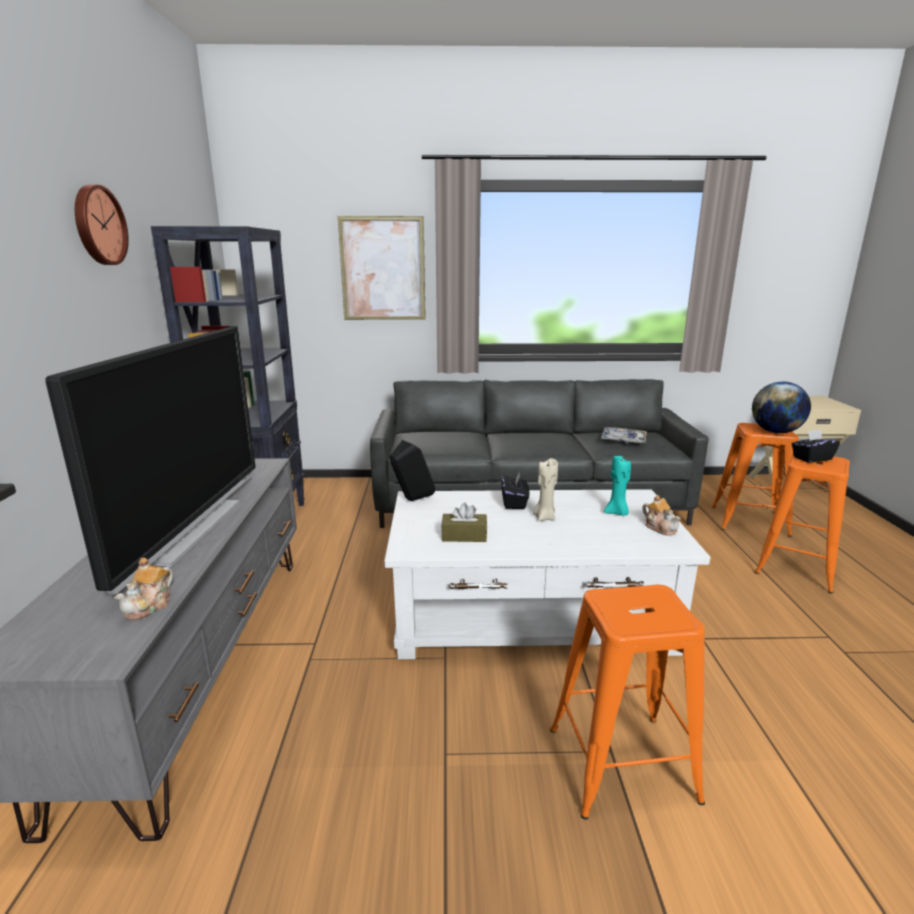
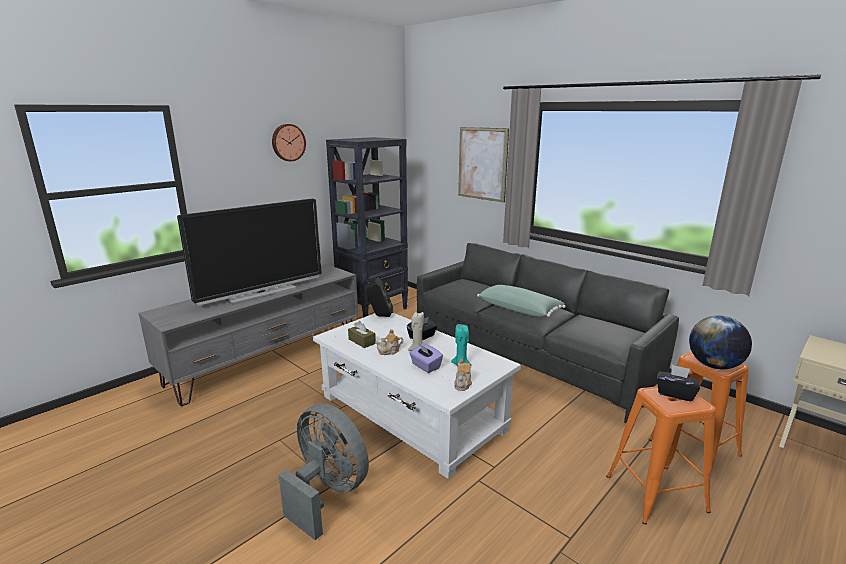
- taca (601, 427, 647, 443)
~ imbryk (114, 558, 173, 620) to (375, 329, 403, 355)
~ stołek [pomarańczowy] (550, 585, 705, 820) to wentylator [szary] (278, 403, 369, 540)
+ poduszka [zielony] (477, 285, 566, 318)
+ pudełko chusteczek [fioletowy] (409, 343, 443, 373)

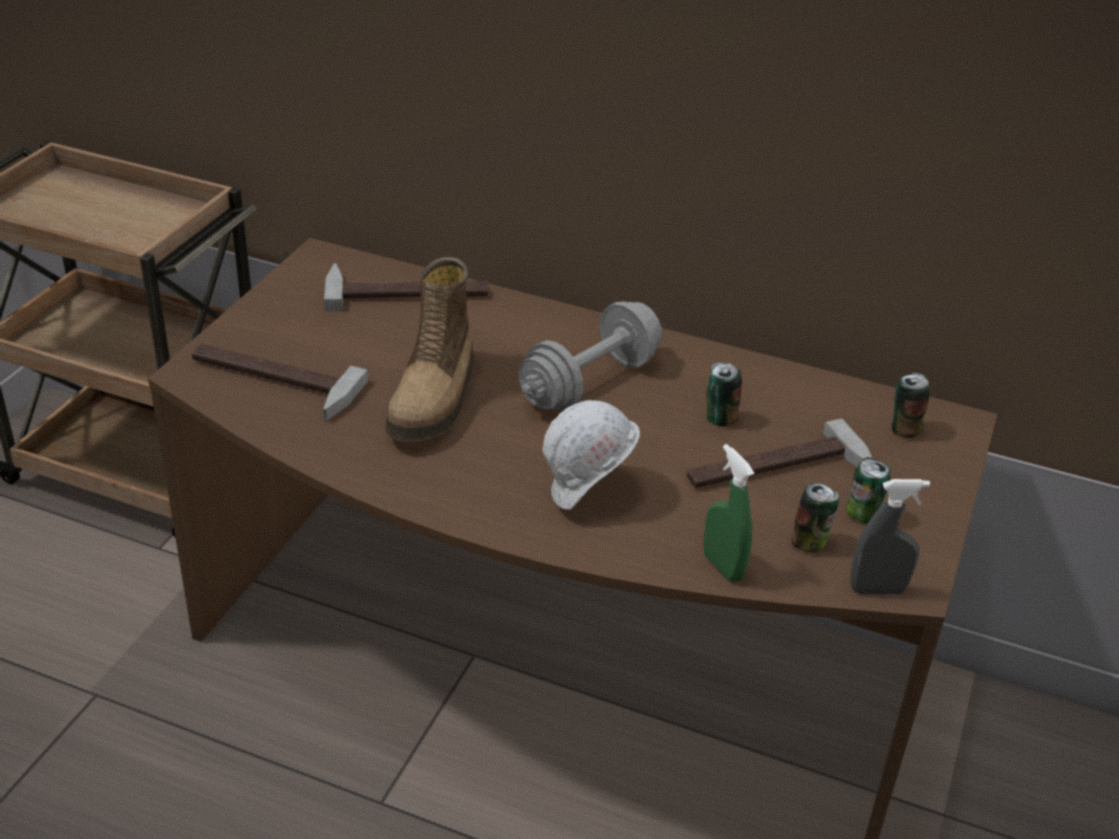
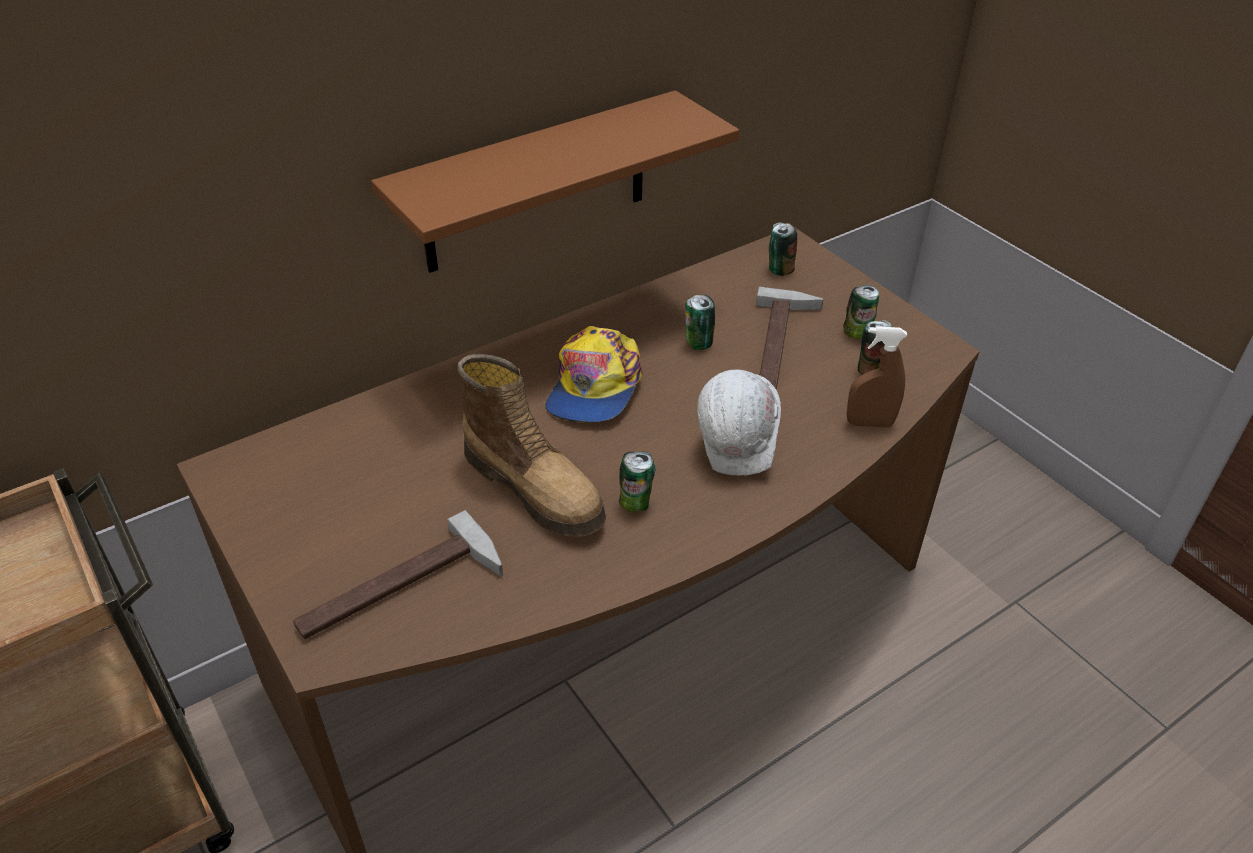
- młotek (324, 263, 489, 311)
~ hantel [szary] (518, 301, 662, 410) to czapka z daszkiem (545, 326, 643, 422)
~ spryskiwacz [zielony] (703, 444, 754, 582) to spryskiwacz [brązowy] (847, 326, 907, 427)
- spryskiwacz [szary] (850, 479, 930, 594)
+ półka [brązowy] (371, 90, 739, 273)
+ puszka (619, 451, 655, 512)

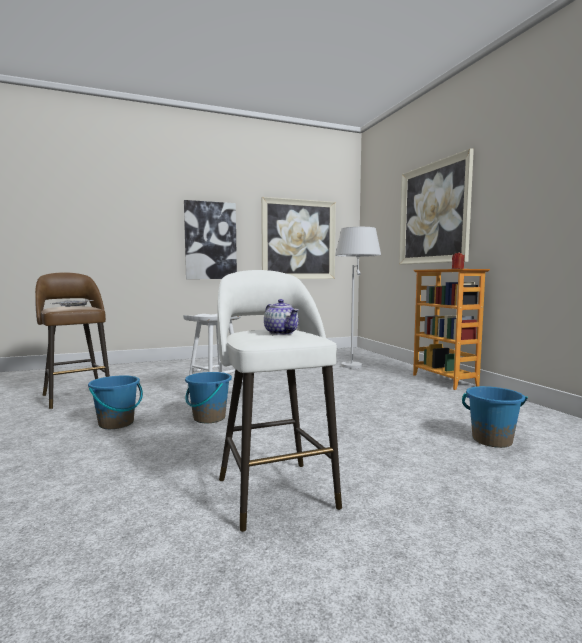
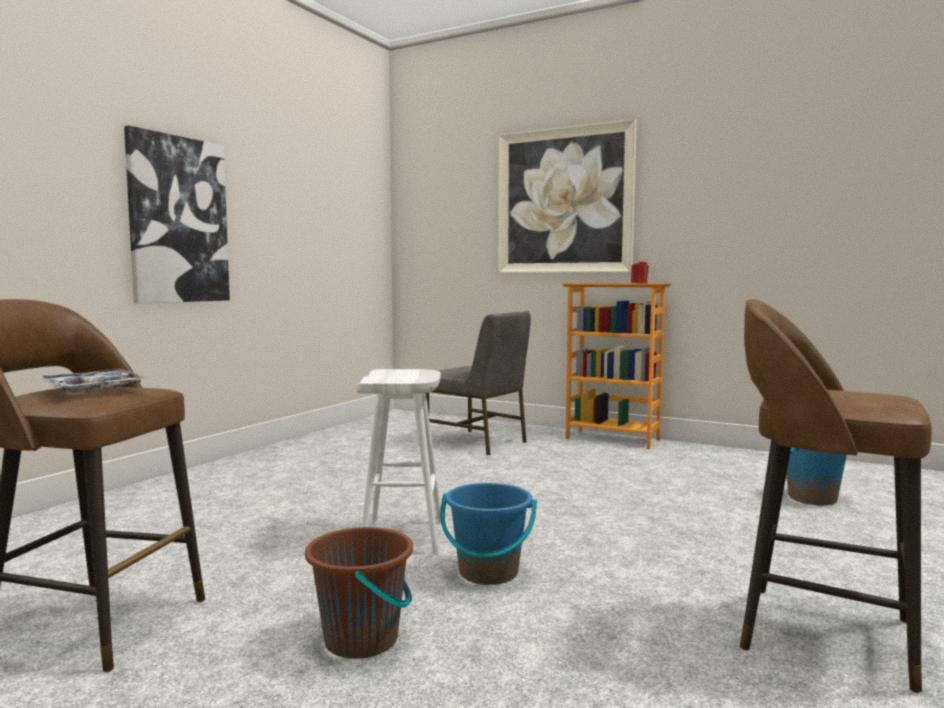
- obraz (261, 197, 336, 279)
~ lampa stojąca [biały] (335, 227, 381, 368) to krzesło [szary] (426, 311, 531, 455)
~ stołek [biały] (217, 270, 342, 532) to stołek [brązowy] (740, 299, 932, 693)
- imbryk (264, 299, 299, 335)
~ wiadro [niebieski] (88, 375, 143, 429) to wiadro [brązowy] (305, 527, 413, 659)

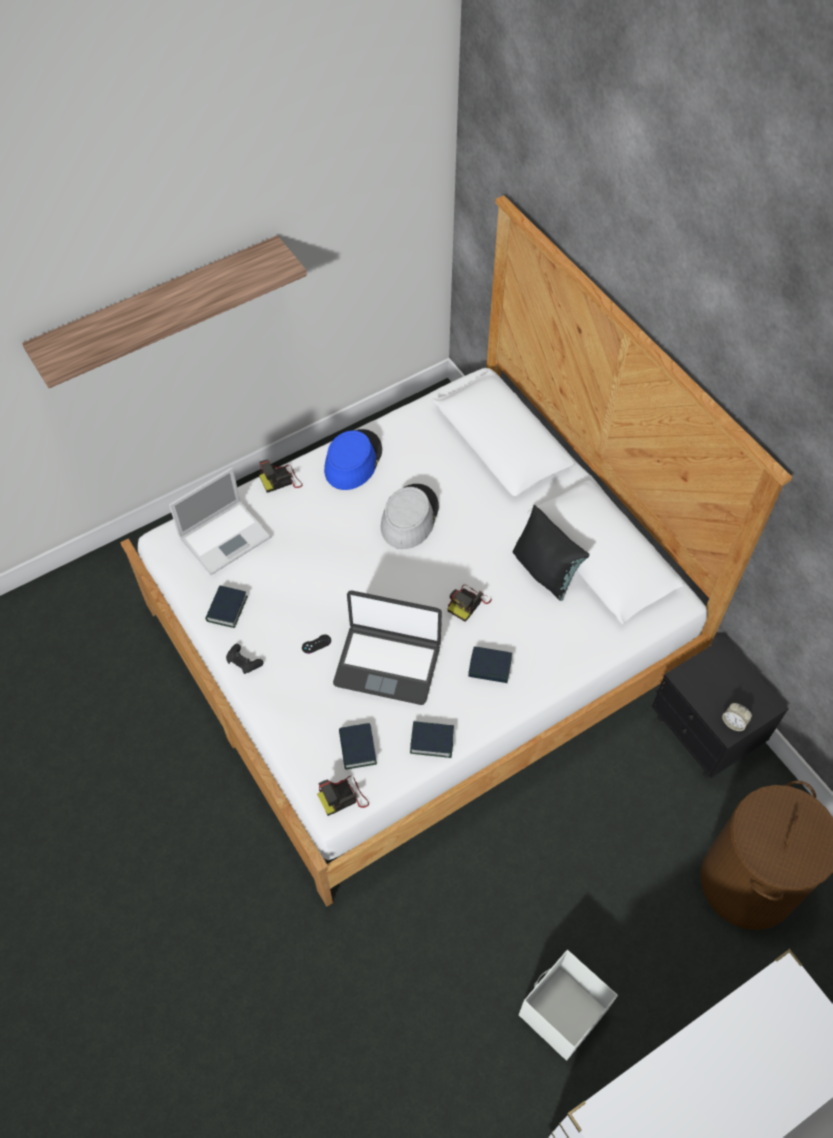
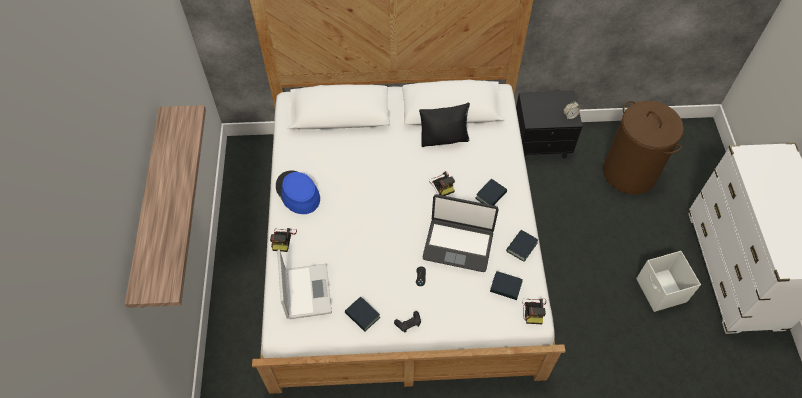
- kapelusz [szary] (381, 484, 439, 549)
~ laptop (333, 591, 442, 705) = (422, 194, 499, 272) 60 degrees clockwise

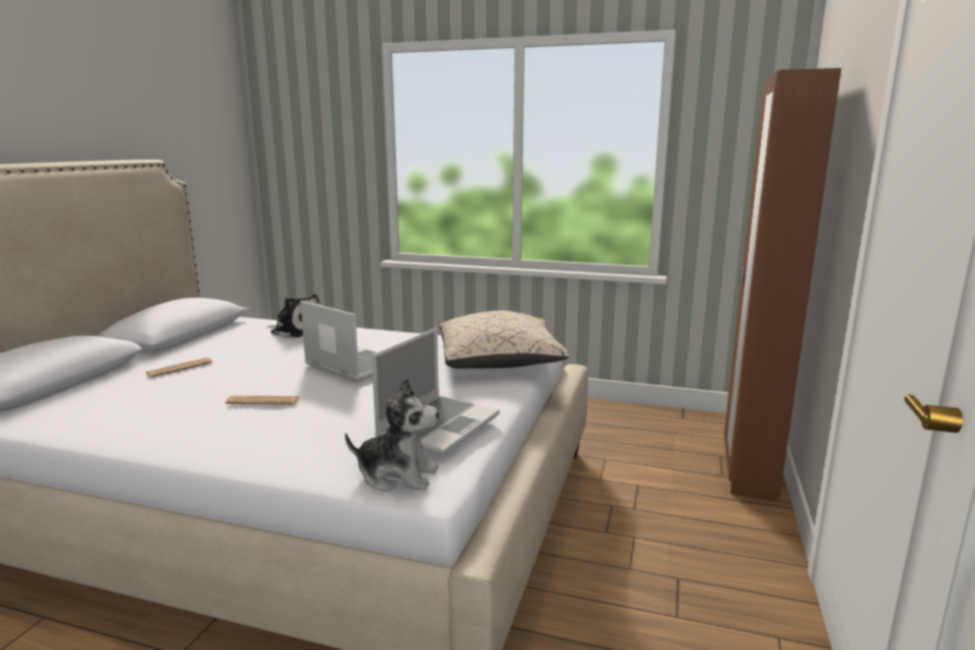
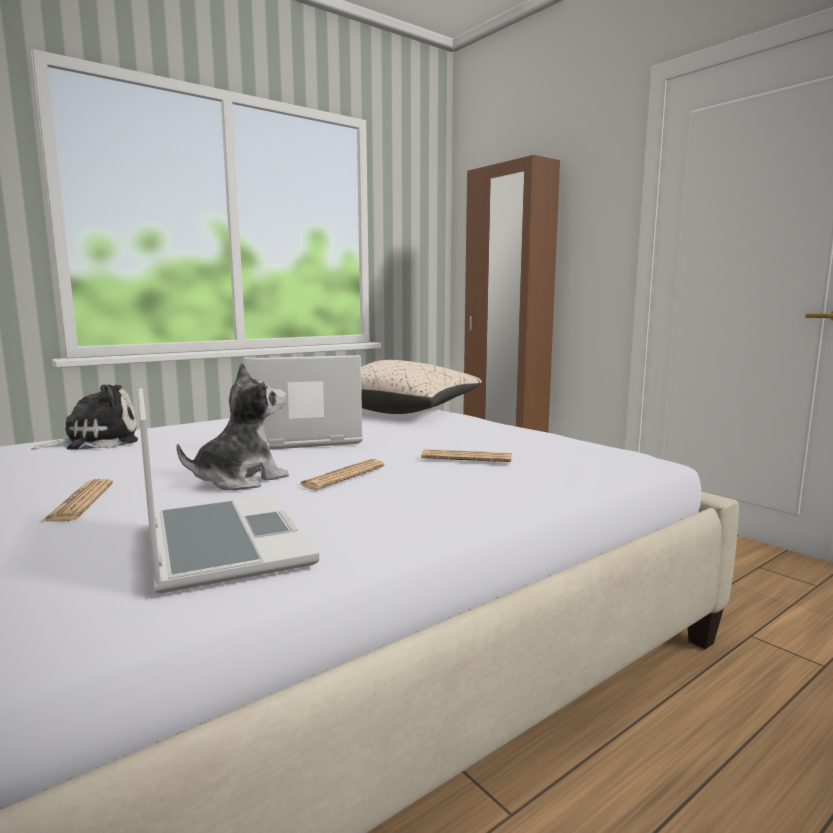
~ laptop (372, 327, 500, 456) to (138, 388, 319, 594)
~ pluszak (345, 378, 439, 492) to (177, 362, 289, 490)
+ gazeta (421, 449, 512, 462)

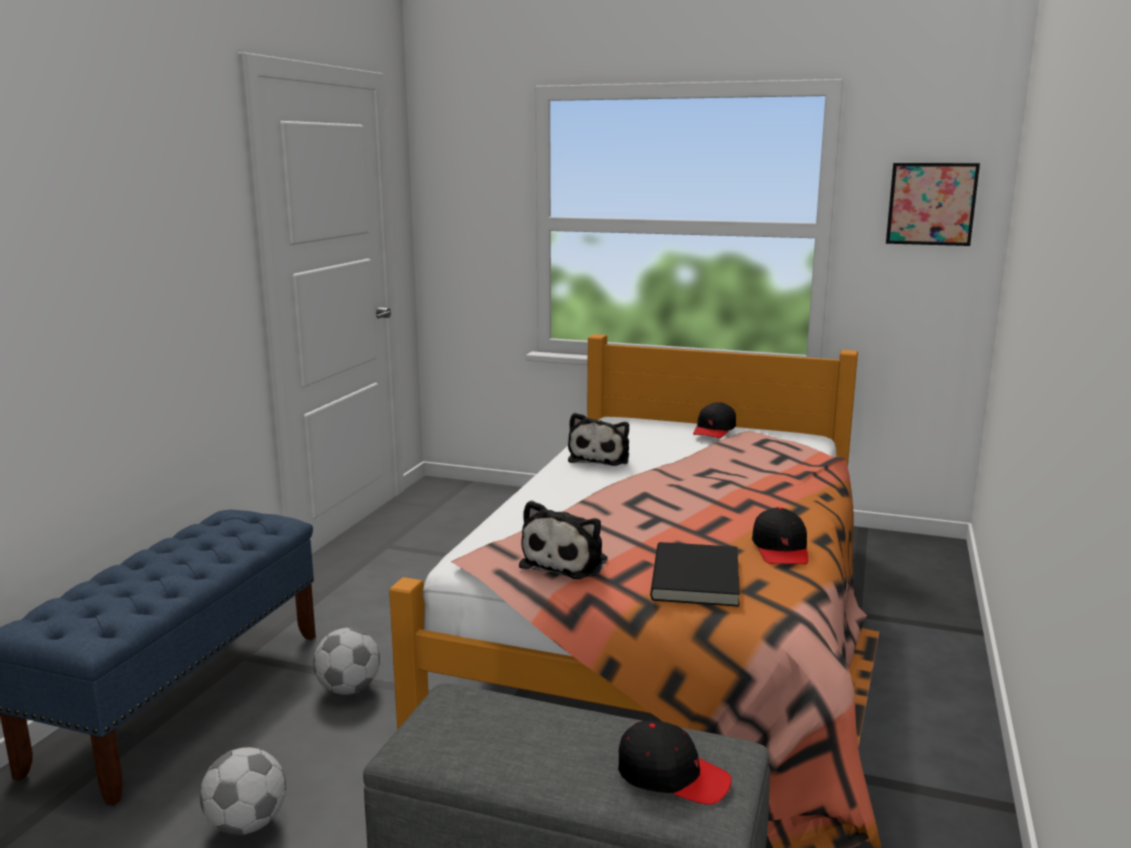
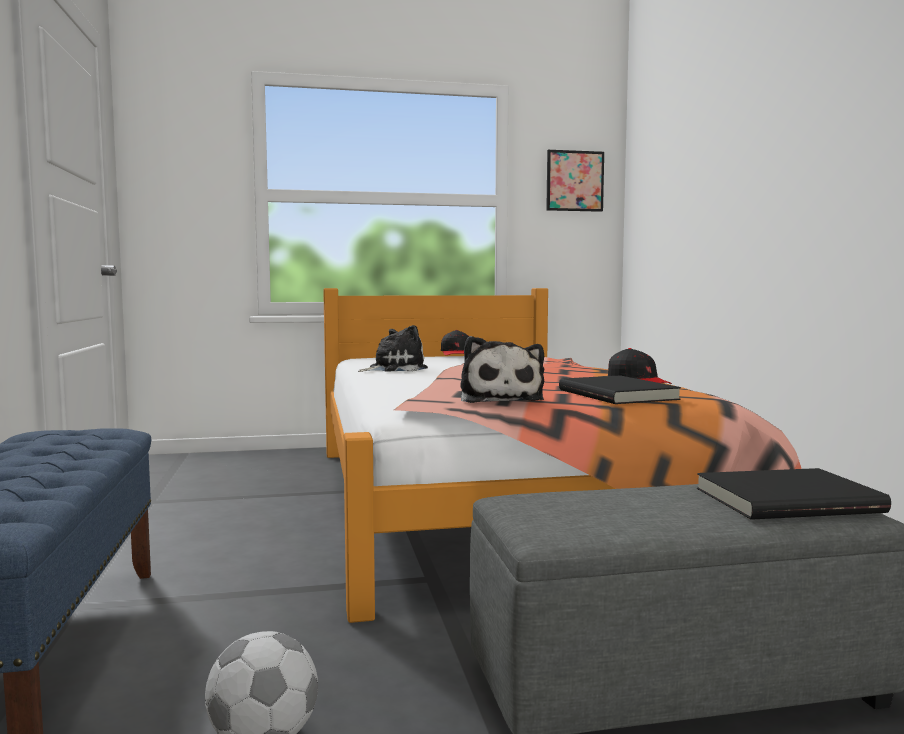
~ pluszak (568, 413, 629, 466) = (358, 325, 428, 372) 105 degrees counterclockwise
- piłka futbolowa (313, 628, 380, 695)
~ czapka z daszkiem [czarny] (618, 720, 732, 805) to książka [czarny] (697, 468, 891, 520)

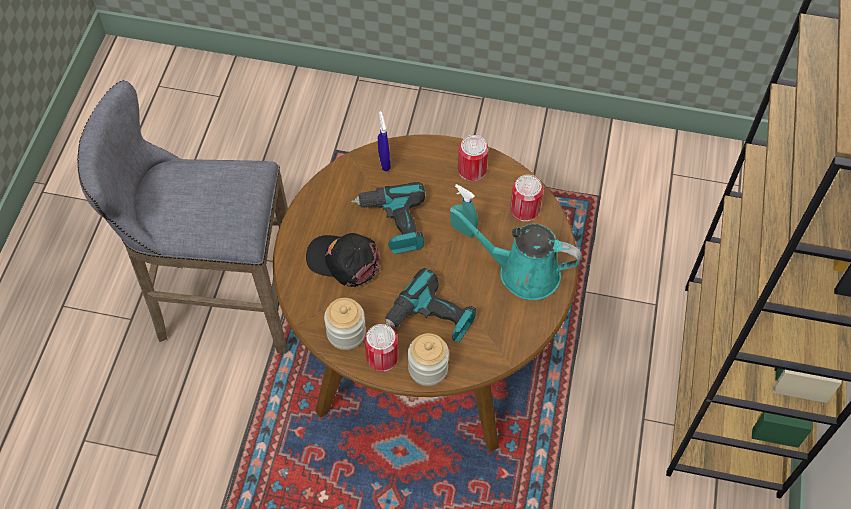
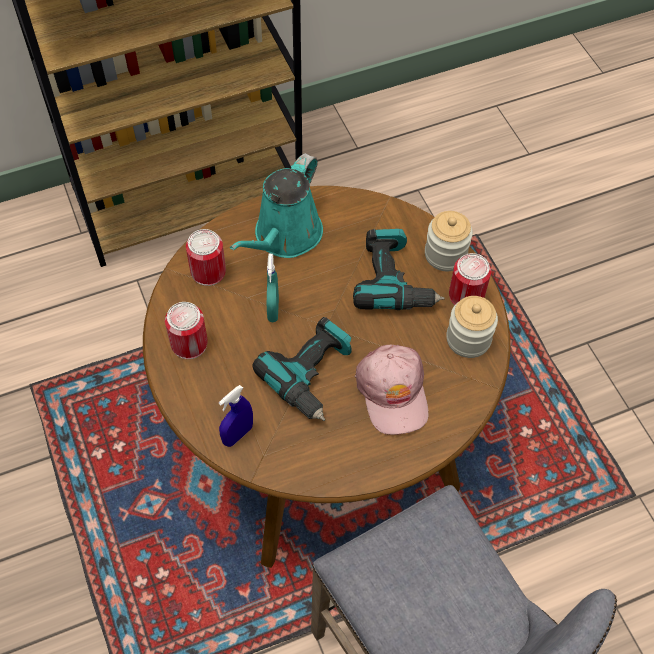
~ konewka [turkusowy] (450, 207, 582, 300) = (230, 153, 323, 258) 45 degrees clockwise
~ czapka z daszkiem [czarny] (306, 233, 381, 287) to czapka z daszkiem [różowy] (355, 345, 429, 435)

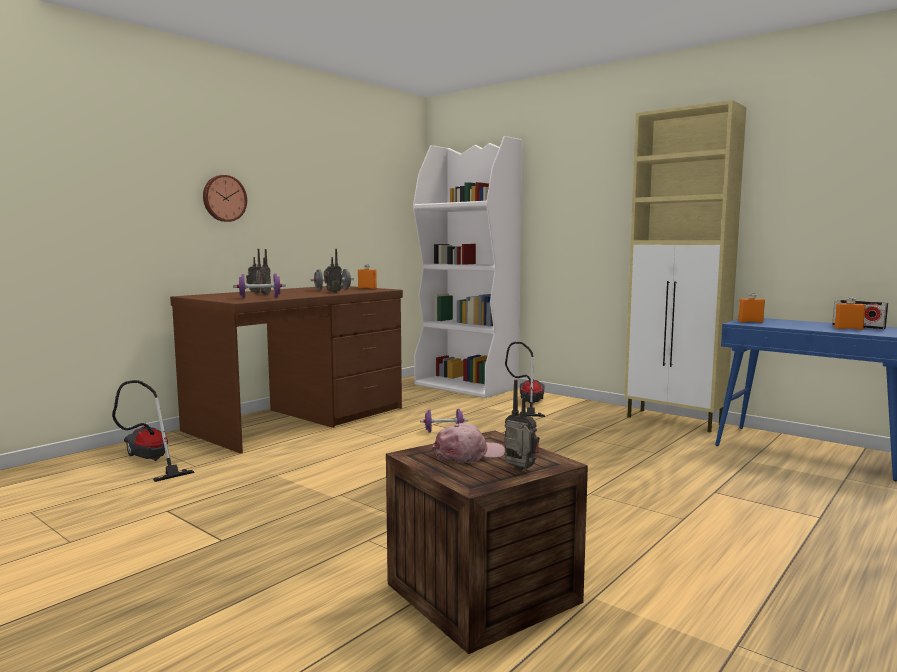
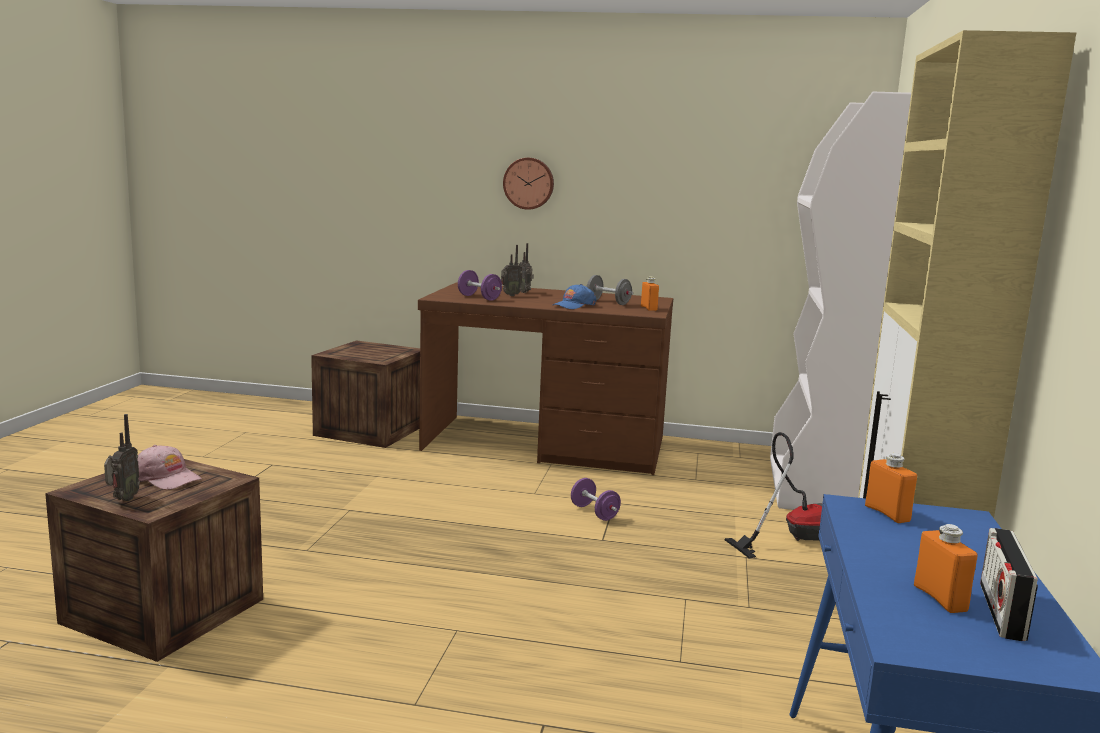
~ radio (324, 249, 342, 293) to czapka z daszkiem [niebieski] (553, 284, 596, 309)
~ odkurzacz (112, 380, 195, 482) to skrzynka (311, 340, 420, 448)

